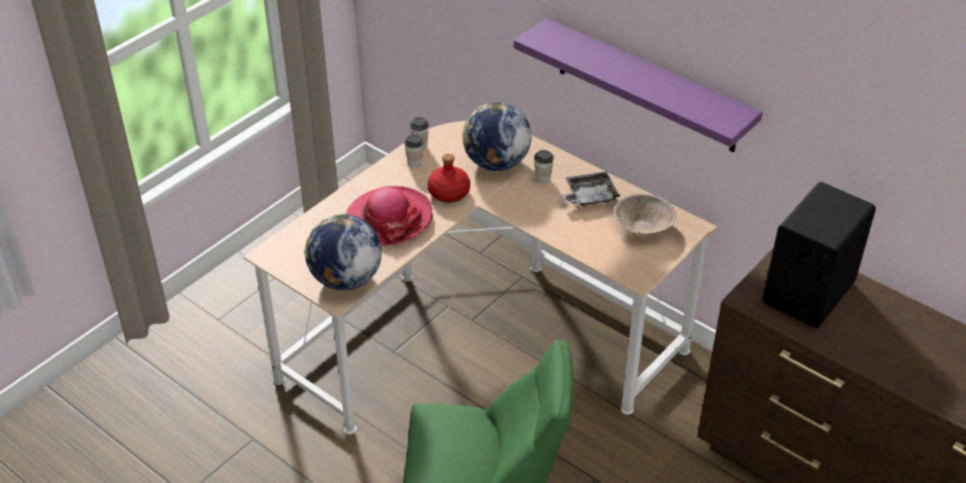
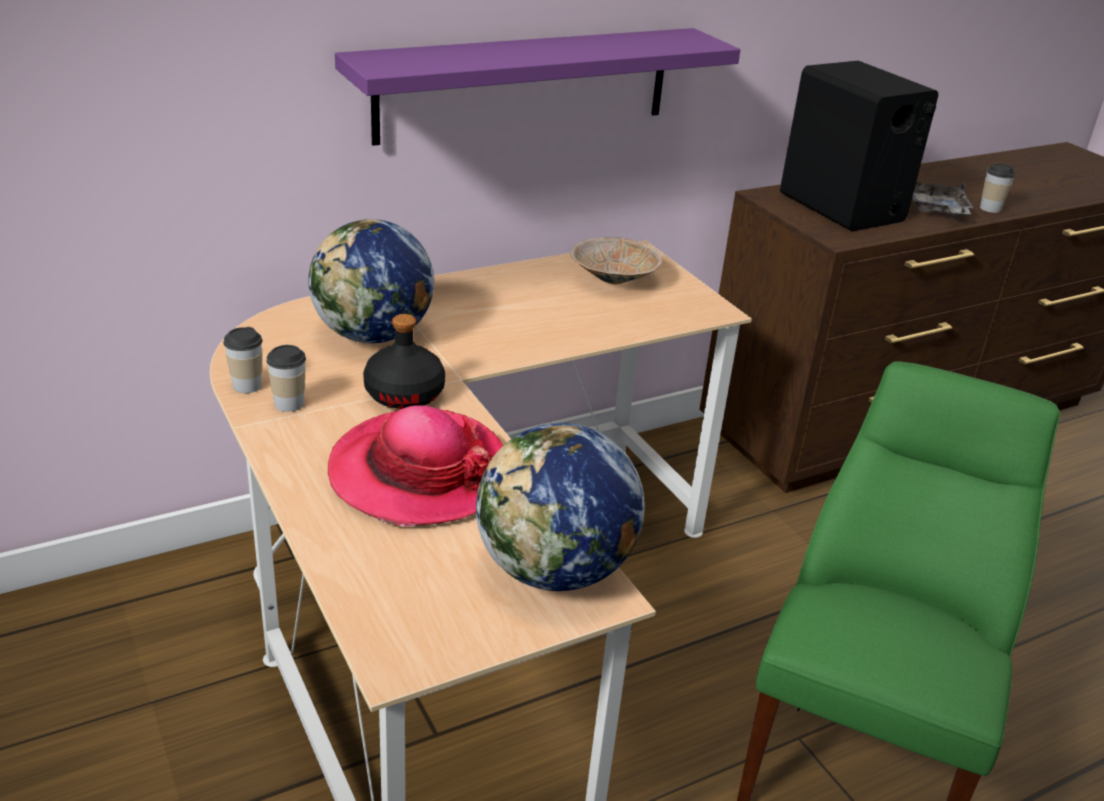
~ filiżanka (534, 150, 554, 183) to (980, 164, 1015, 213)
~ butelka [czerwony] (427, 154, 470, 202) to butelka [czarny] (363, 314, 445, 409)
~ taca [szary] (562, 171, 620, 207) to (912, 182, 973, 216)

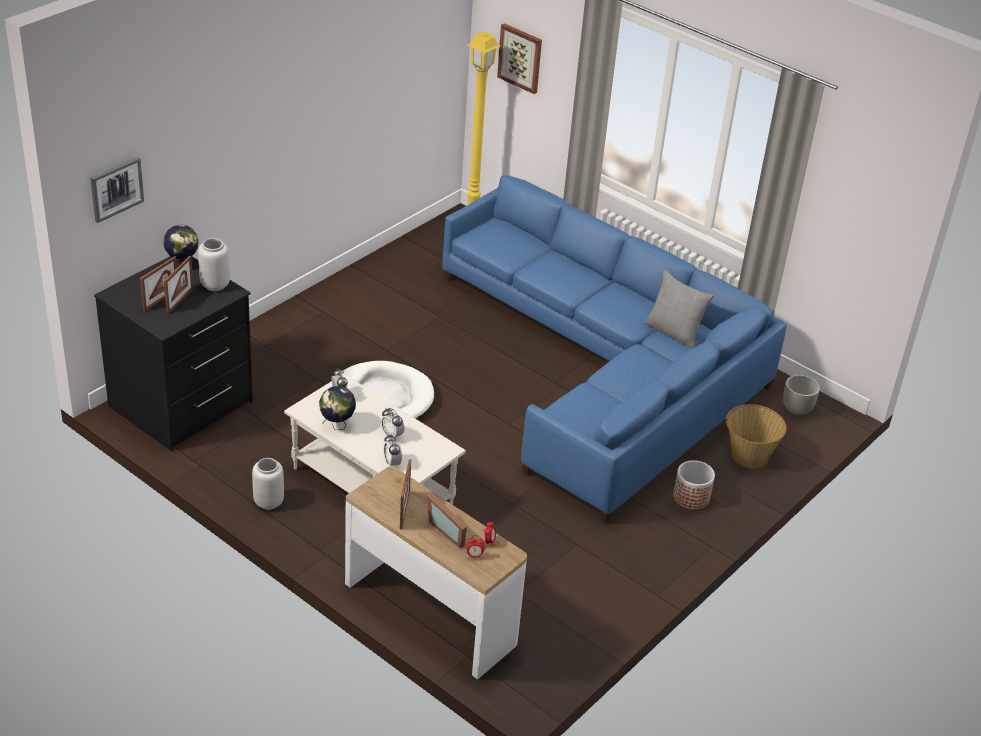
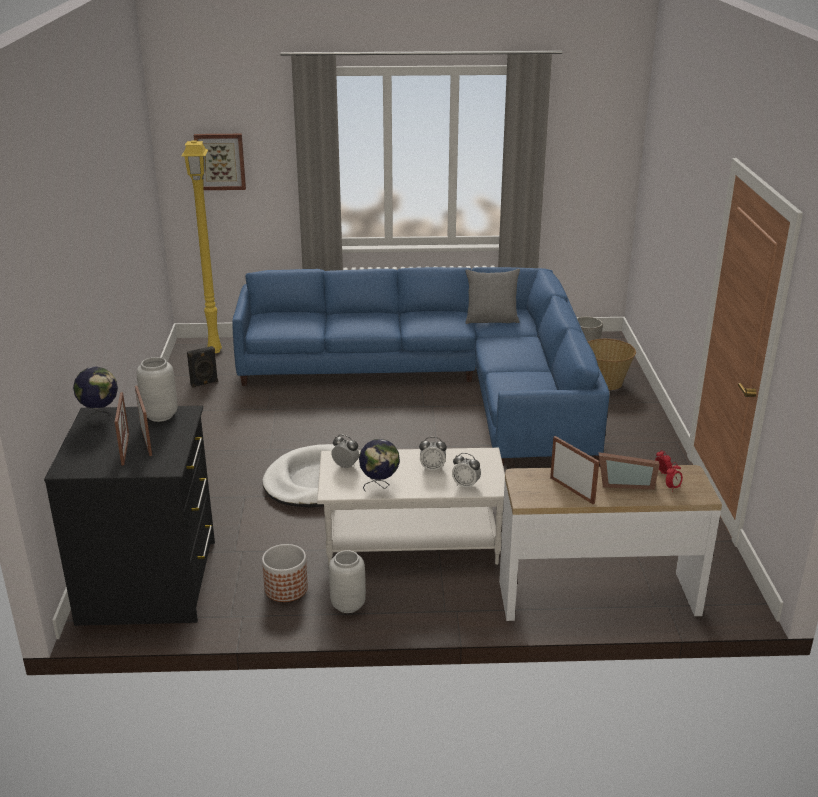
- obraz (90, 157, 144, 223)
~ donica (673, 460, 715, 510) to (262, 544, 308, 602)
+ głośnik [czarny] (187, 346, 218, 388)

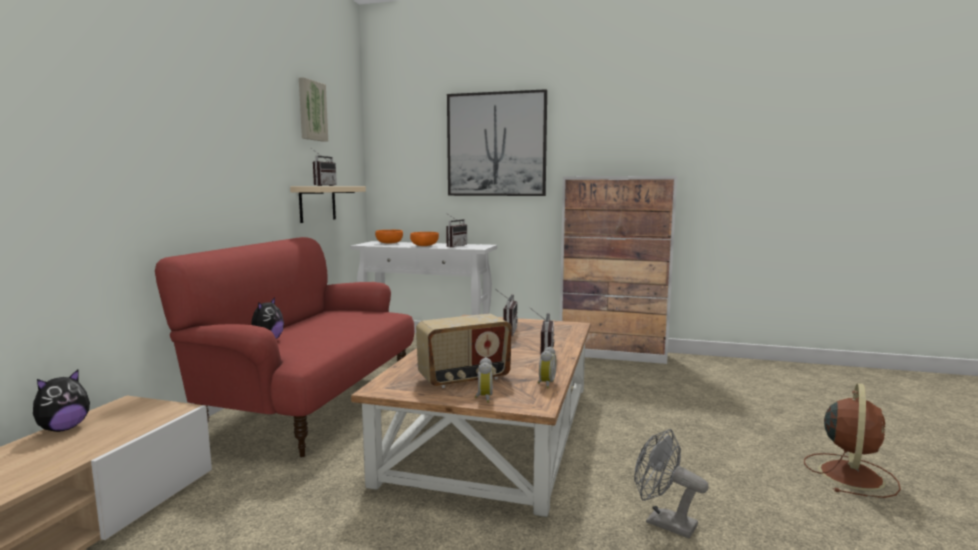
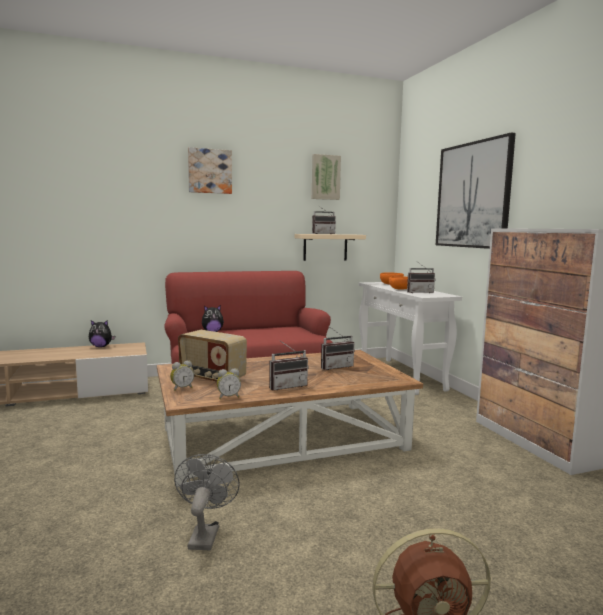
+ obraz (188, 147, 232, 194)

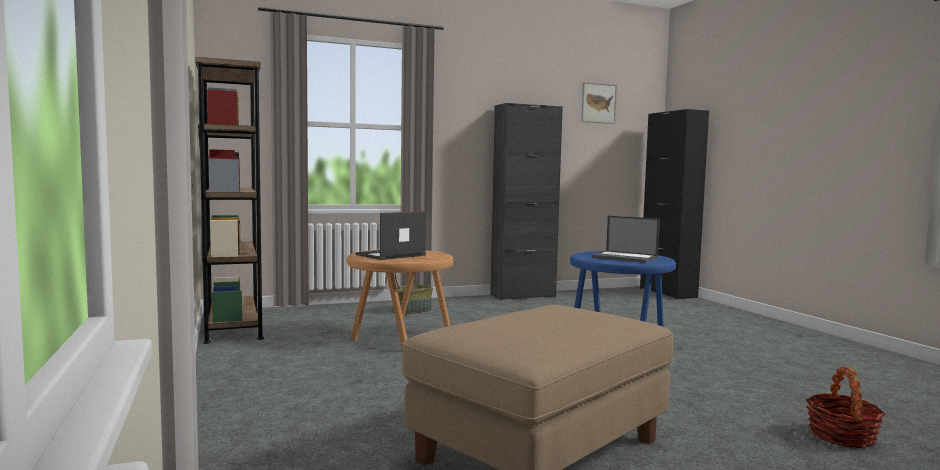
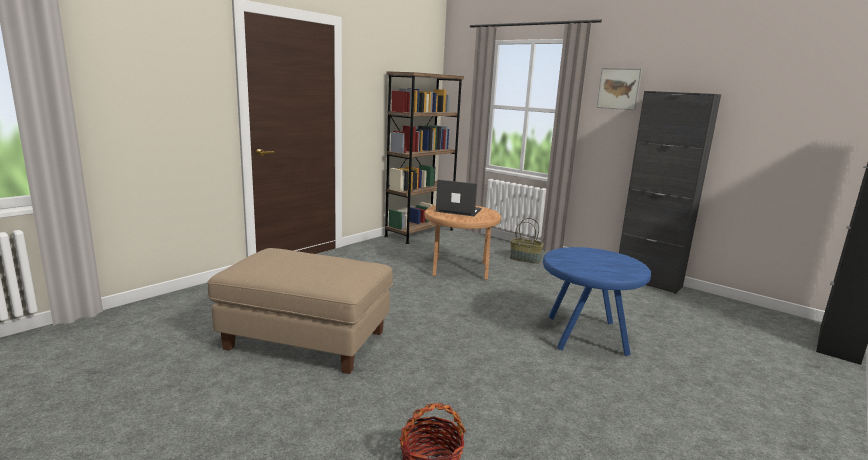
~ obraz (581, 82, 617, 124) to (597, 68, 642, 110)
- laptop (592, 216, 660, 263)

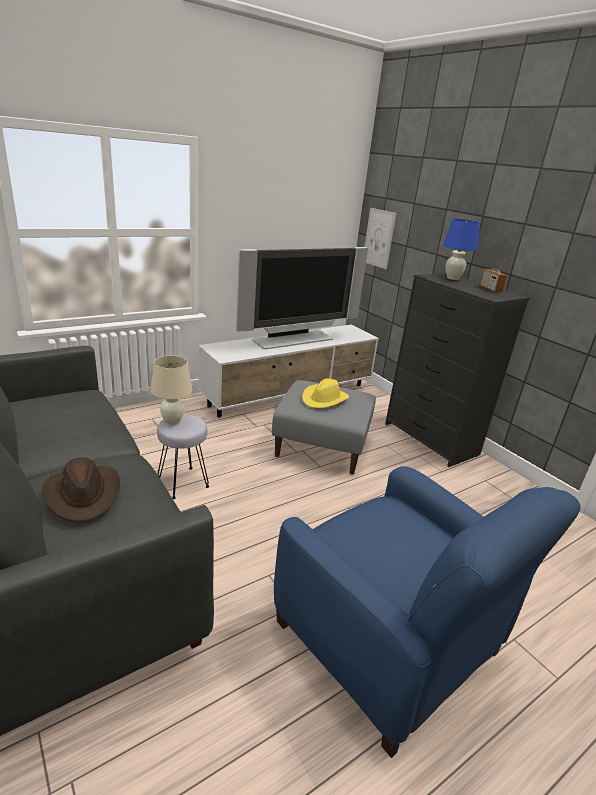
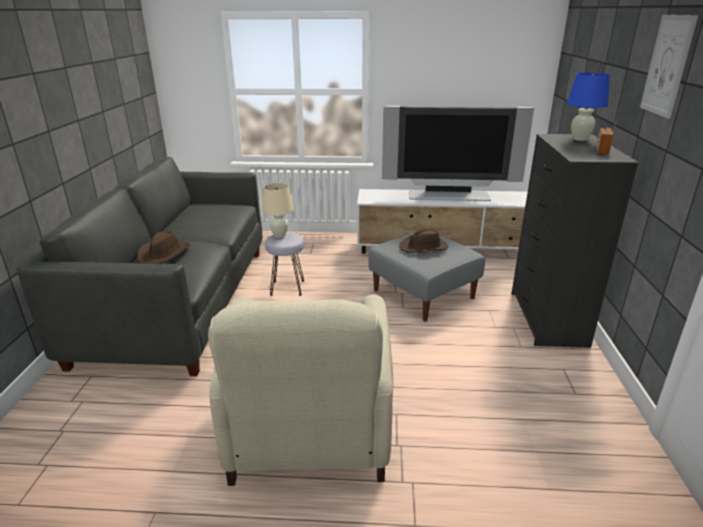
~ obraz (365, 208, 396, 269) to (640, 15, 698, 119)
~ kapelusz [żółty] (302, 379, 349, 408) to kapelusz [brązowy] (399, 229, 448, 253)
~ fotel [niebieski] (274, 466, 581, 758) to fotel [beżowy] (208, 295, 393, 486)

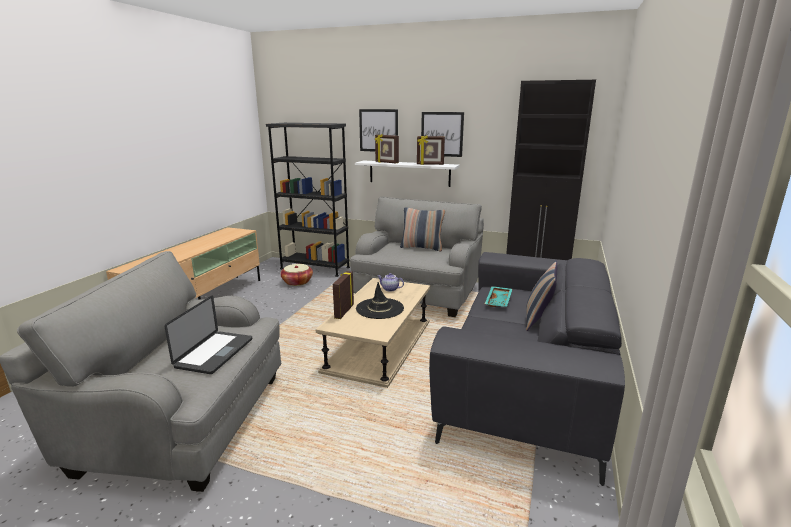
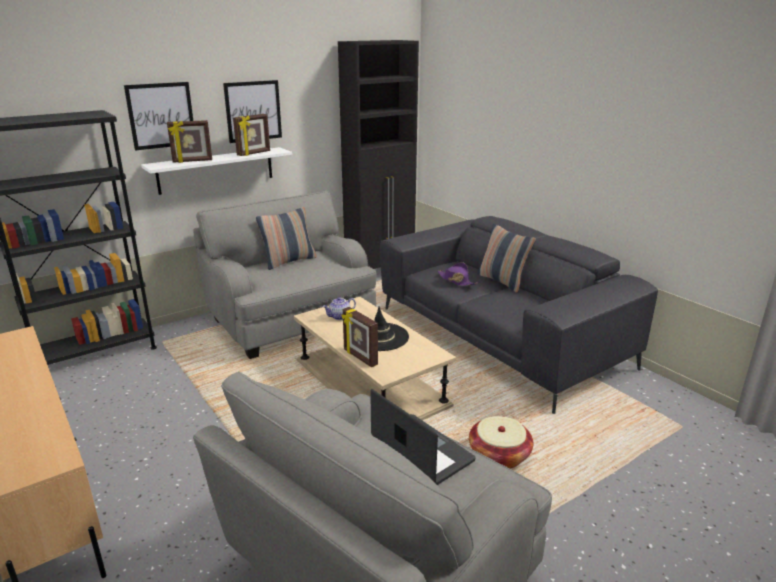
~ koszyk (280, 264, 313, 286) to (469, 416, 533, 469)
~ taca [turkusowy] (485, 286, 512, 307) to kapelusz [fioletowy] (437, 262, 477, 286)

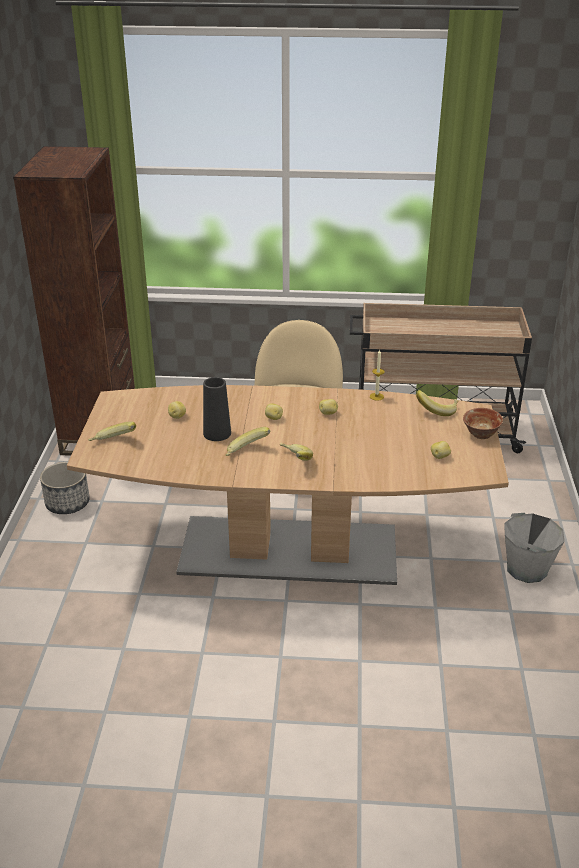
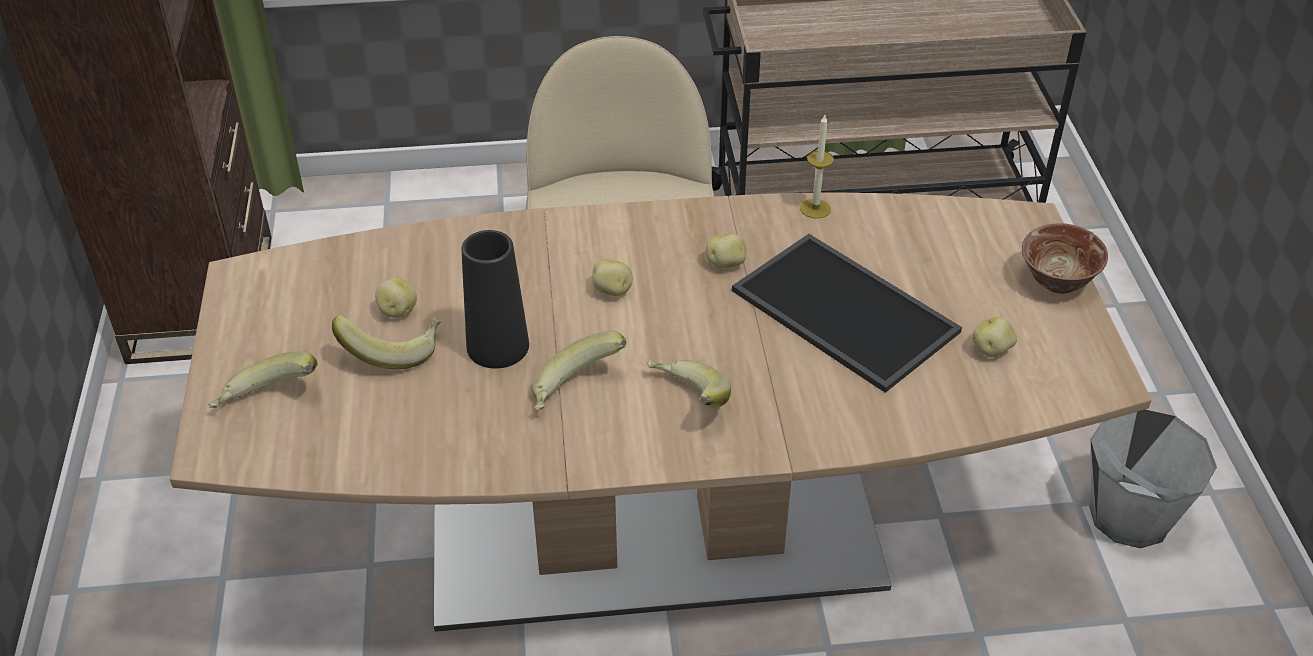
~ banan (416, 390, 459, 416) to (332, 315, 441, 370)
- donica (40, 462, 90, 514)
+ taca (732, 234, 962, 393)

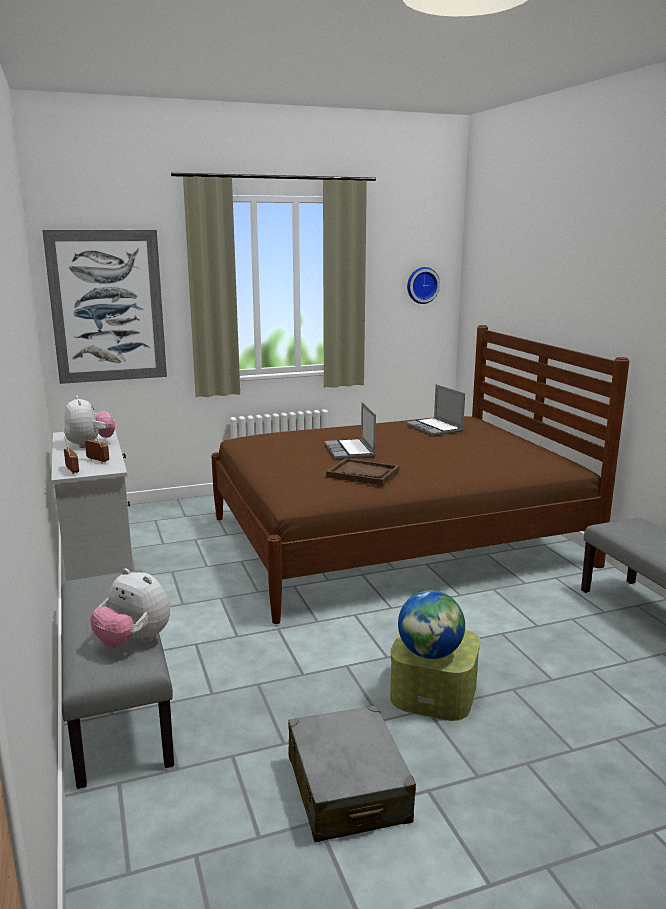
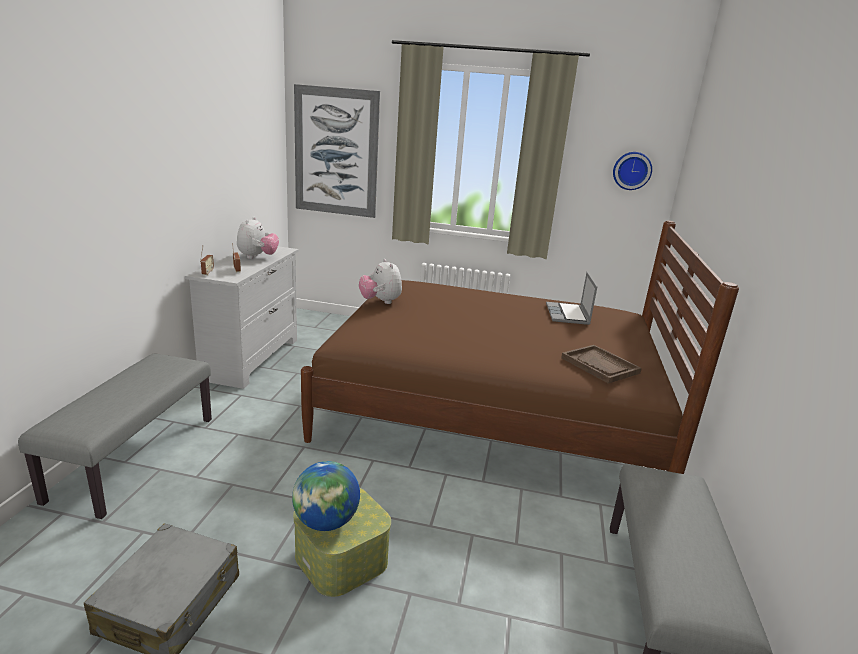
- laptop (324, 402, 376, 459)
~ taca [brązowy] (326, 458, 399, 486) to (561, 345, 642, 384)
~ pluszak (90, 568, 170, 648) to (359, 259, 402, 304)

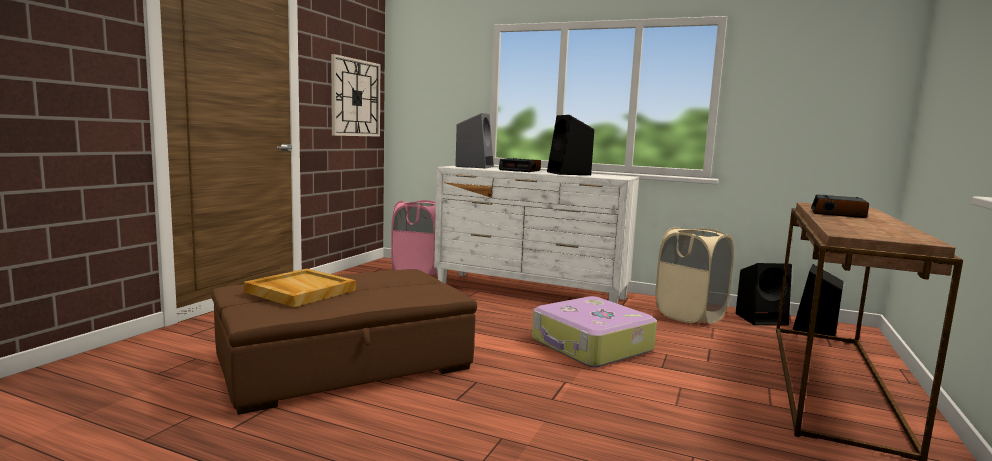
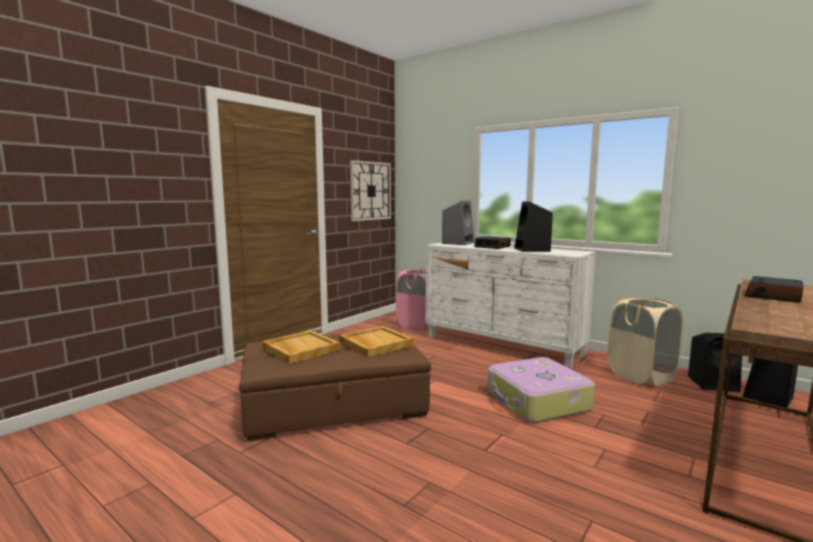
+ taca [beżowy] (339, 326, 414, 357)

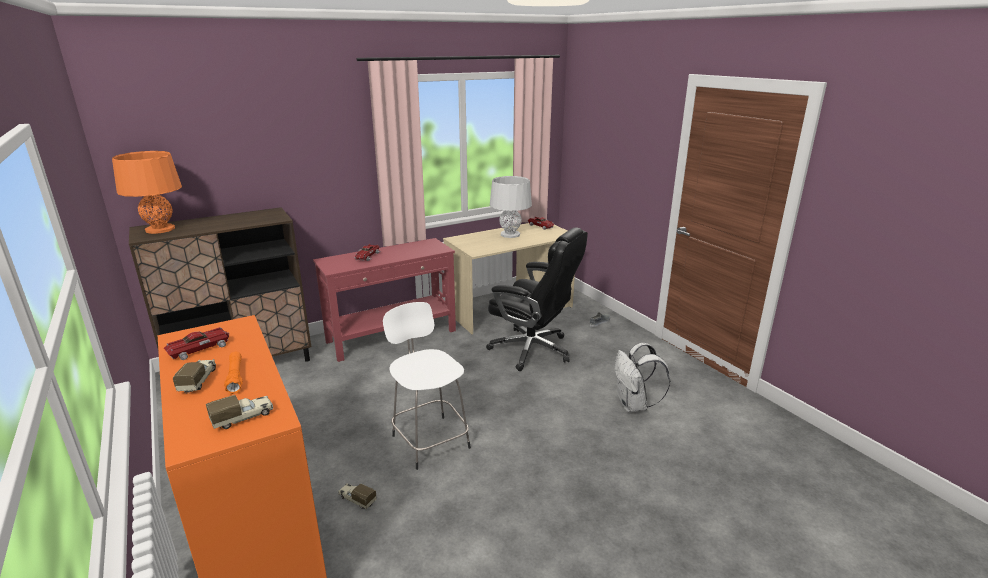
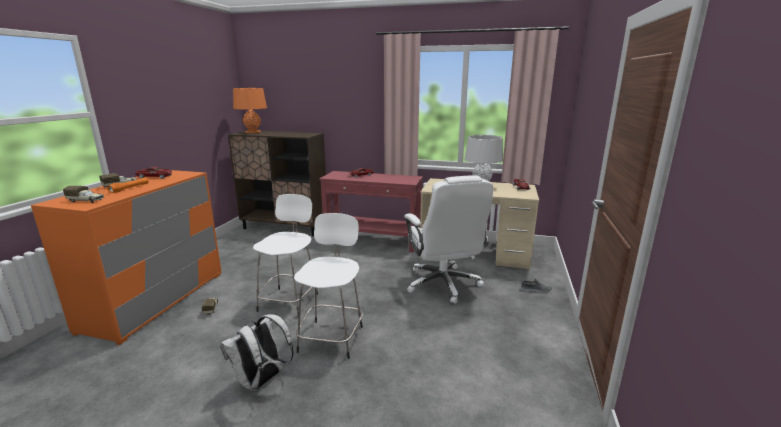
~ krzesło biurowe [czarny] (486, 227, 588, 371) to krzesło biurowe [biały] (405, 175, 493, 304)
~ plecak [biały] (614, 343, 670, 412) to (220, 314, 294, 391)
+ stołek [biały] (294, 213, 363, 359)

